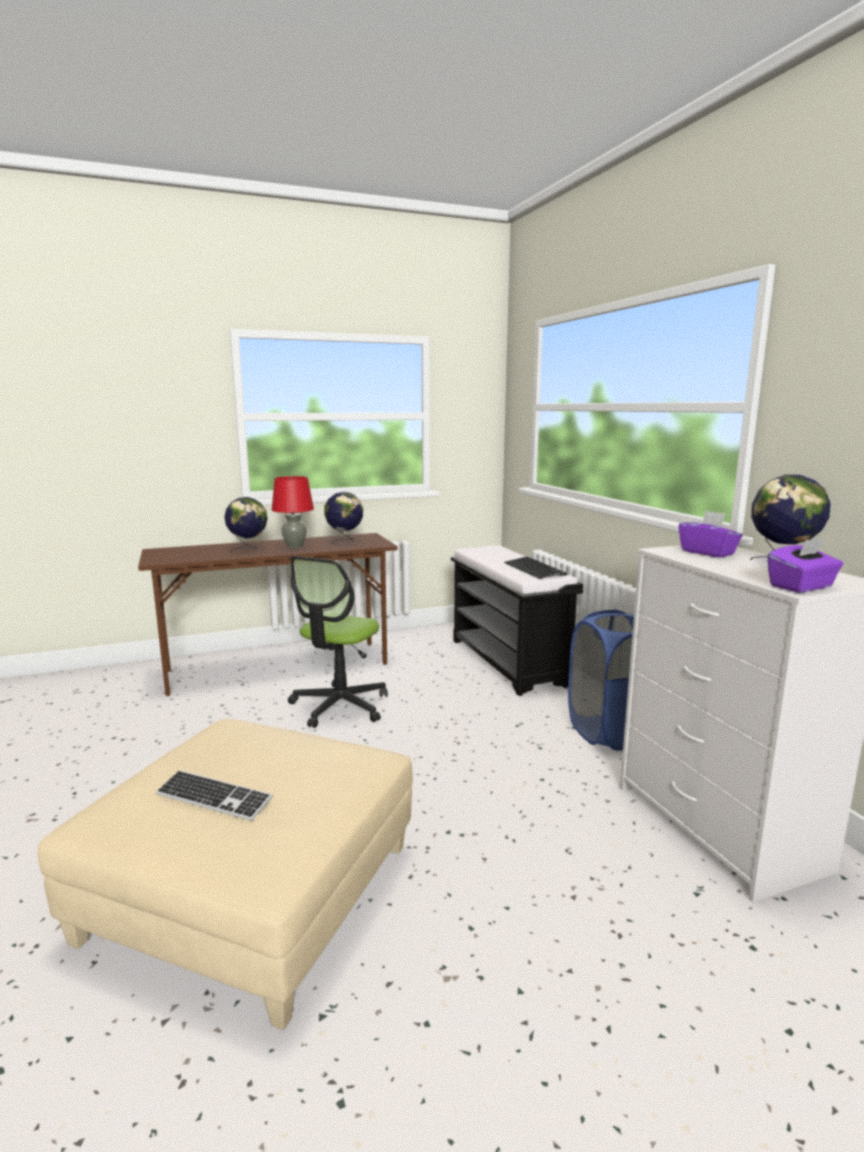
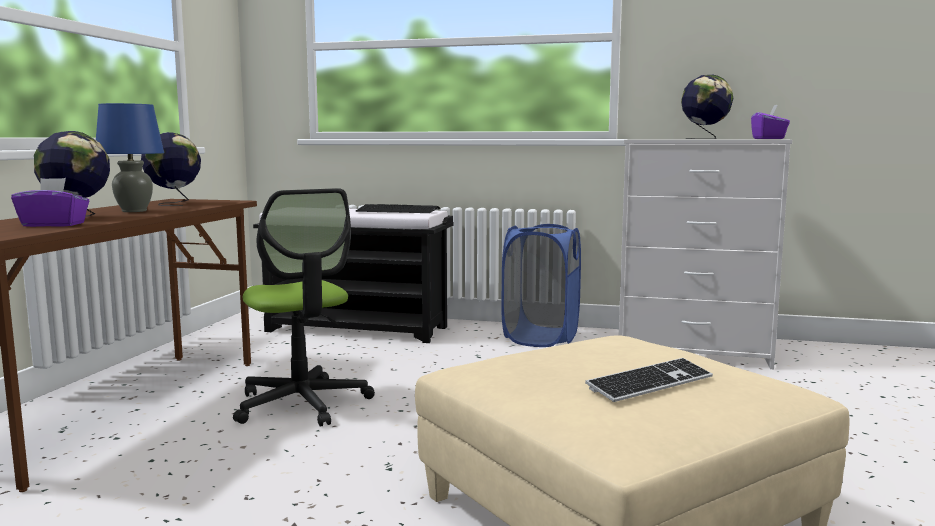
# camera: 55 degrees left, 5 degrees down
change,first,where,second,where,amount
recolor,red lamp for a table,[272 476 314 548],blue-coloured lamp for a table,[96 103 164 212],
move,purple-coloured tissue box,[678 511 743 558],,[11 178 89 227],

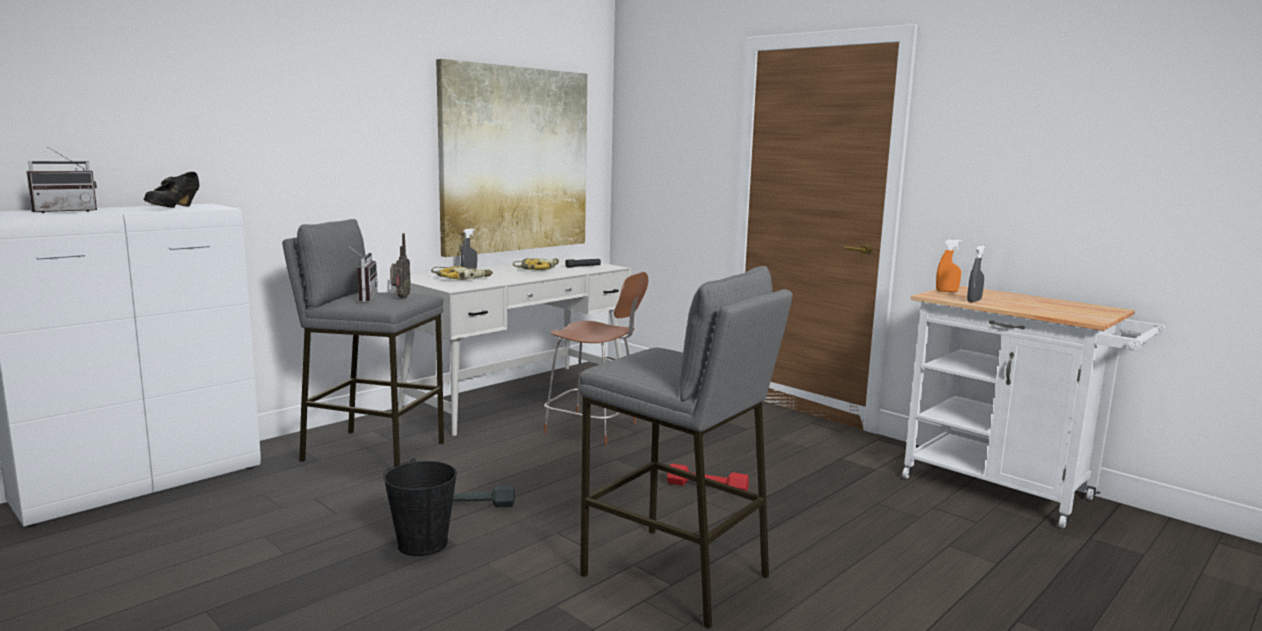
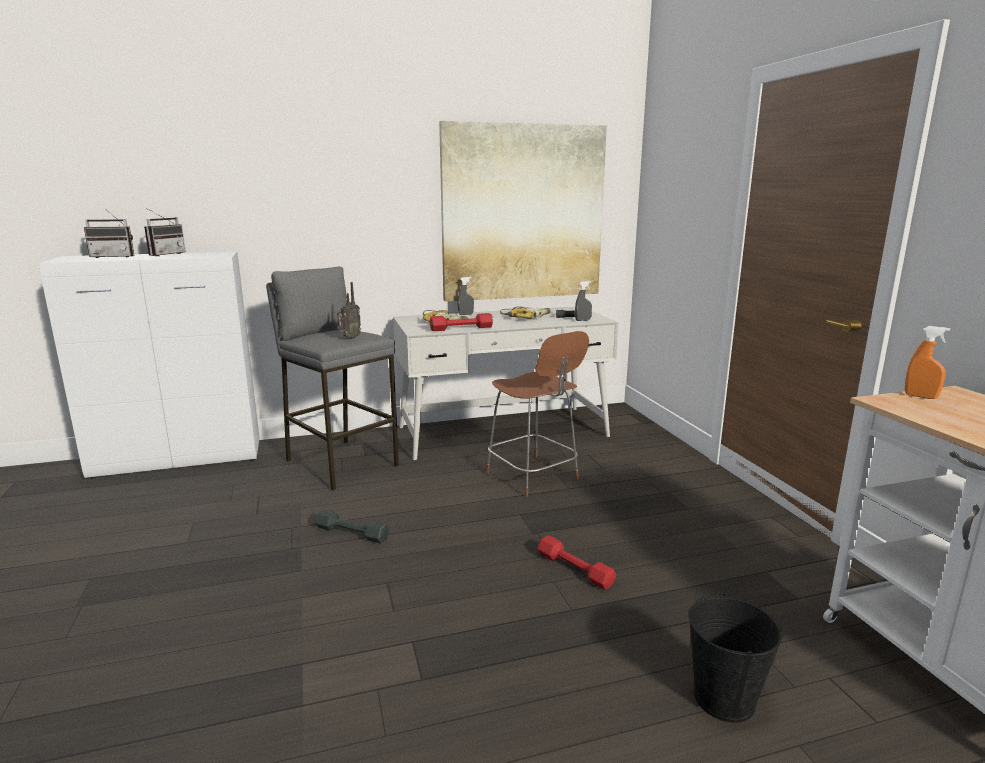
# camera: 30 degrees right, 5 degrees up
change,first,where,second,where,amount
delete,black-coloured low shoe,[144 172 199 208],,,
move,radio set,[346 245 378 301],,[144 208 186 256],
move,gray spray bottle,[967 245 986 302],,[575 281 592 321],
delete,gray stool seat,[579 266 793 629],,,
move,black-coloured water bucket,[383 458 457 556],,[688 593 782 723],
insert,,,red dumbbell,[430 313 493 331],

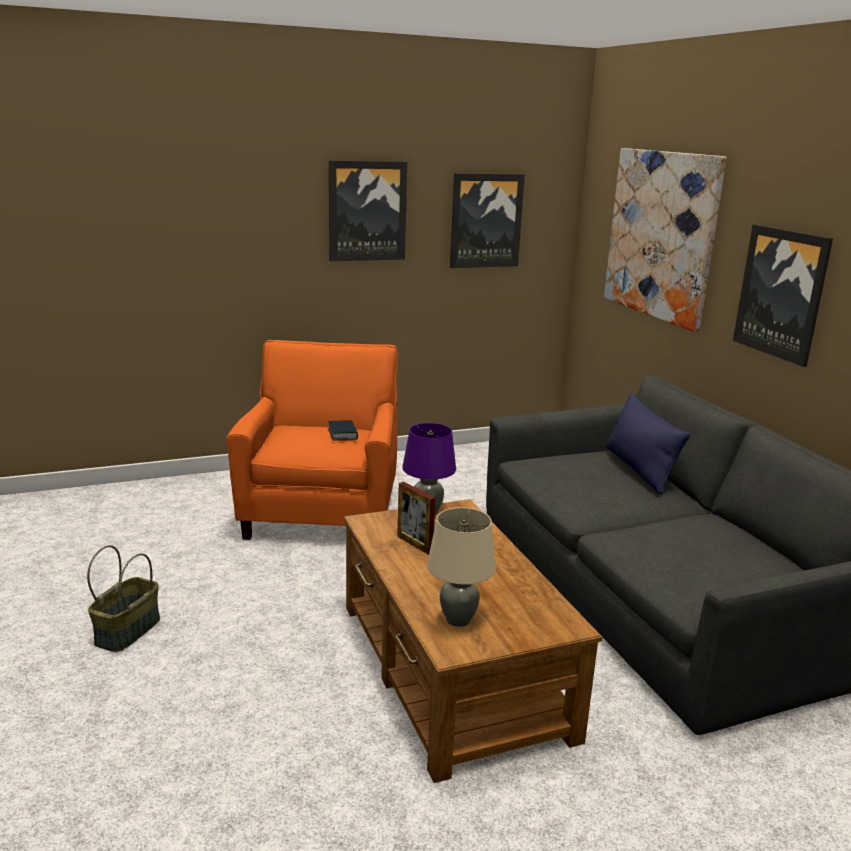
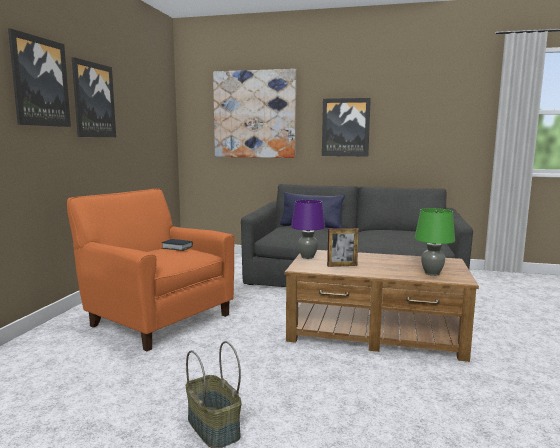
# camera: 55 degrees left, 10 degrees down
change,first,where,second,where,amount
move,picture,[450 173 525 268],,[8 28 71 127],
recolor,beige-coloured lamp for a table,[427 507 496 627],green-coloured lamp for a table,[414 208 455 276],

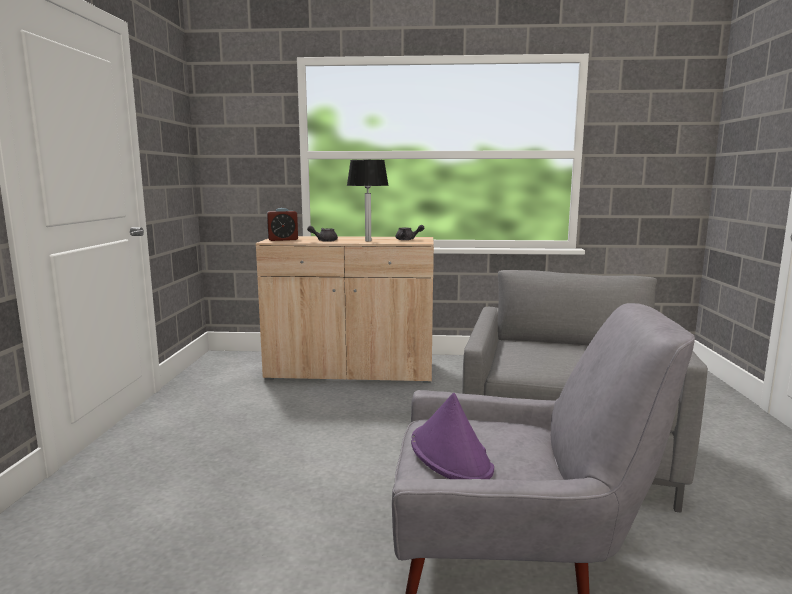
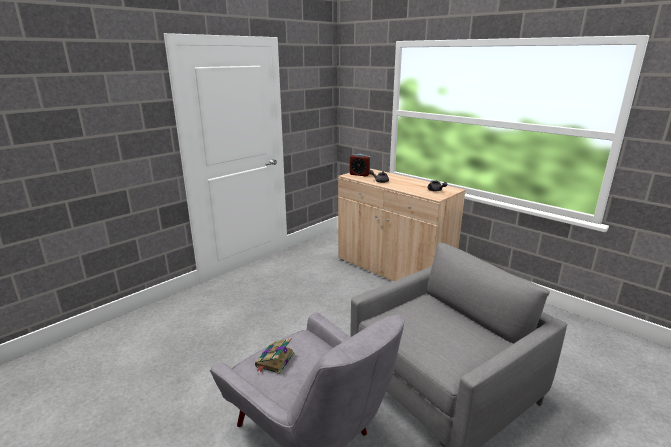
# camera: 40 degrees right, 10 degrees up
change,first,where,second,where,amount
delete,lamp for a table,[347 160 389 241],,,
replace,purple-coloured wearable hat,[411 393 494 479],bound book,[255 338 294 374],

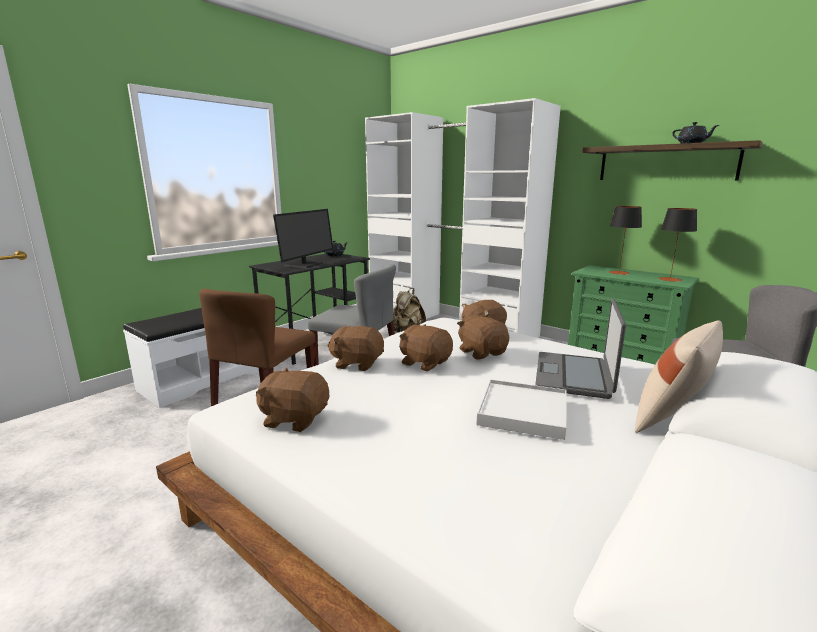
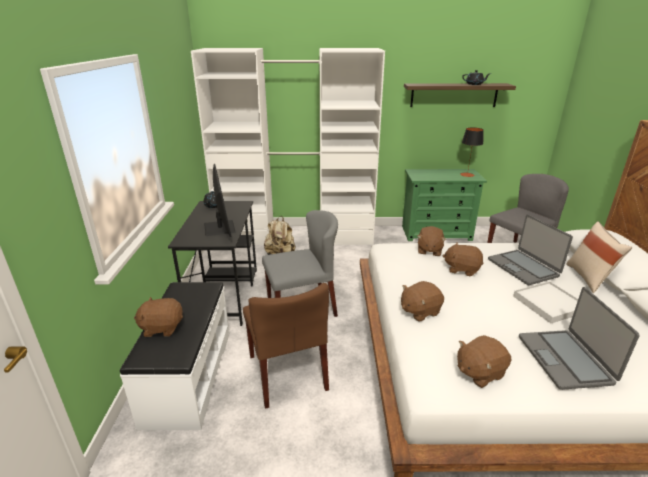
# camera: 40 degrees left, 10 degrees up
change,first,where,second,where,amount
delete,lamp for a table,[609 206 642 275],,,
move,brownish cuddly toy,[399 324 453 371],,[134 297 183 337],
insert,,,portable computer,[519 287 640 390],

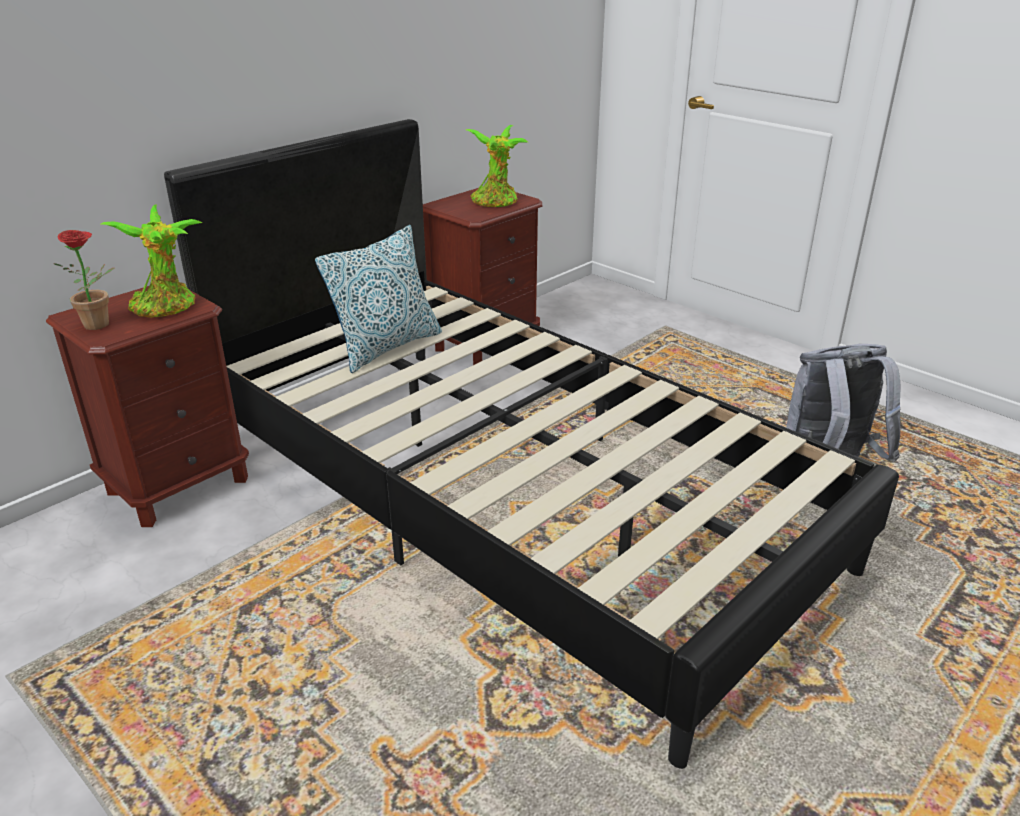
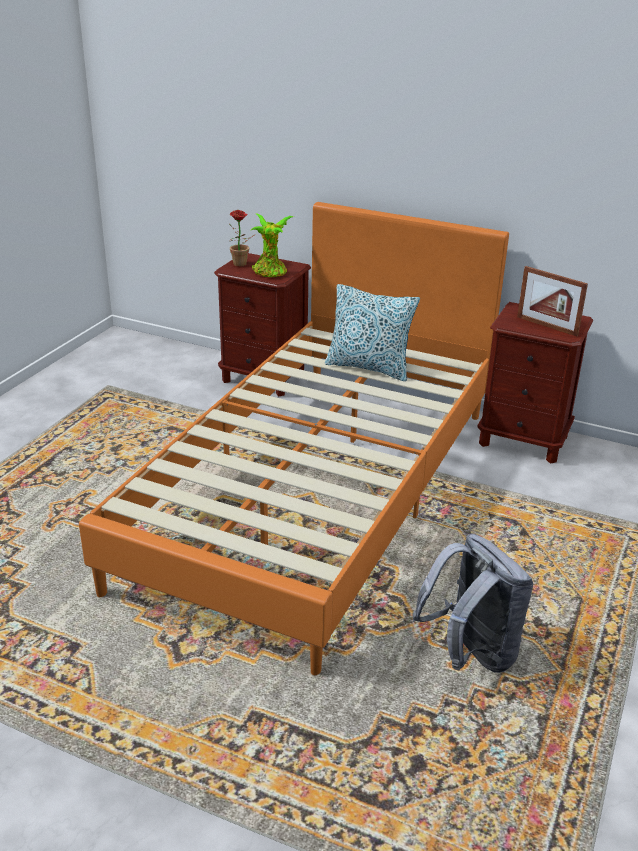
# camera: 70 degrees right, 0 degrees up
change,first,where,second,where,amount
recolor,black-coloured bed,[164 119 899 769],orangey bed,[79 202 509 675],
replace,houseplant,[466 125 528 207],photo frame,[517 266 588 336],

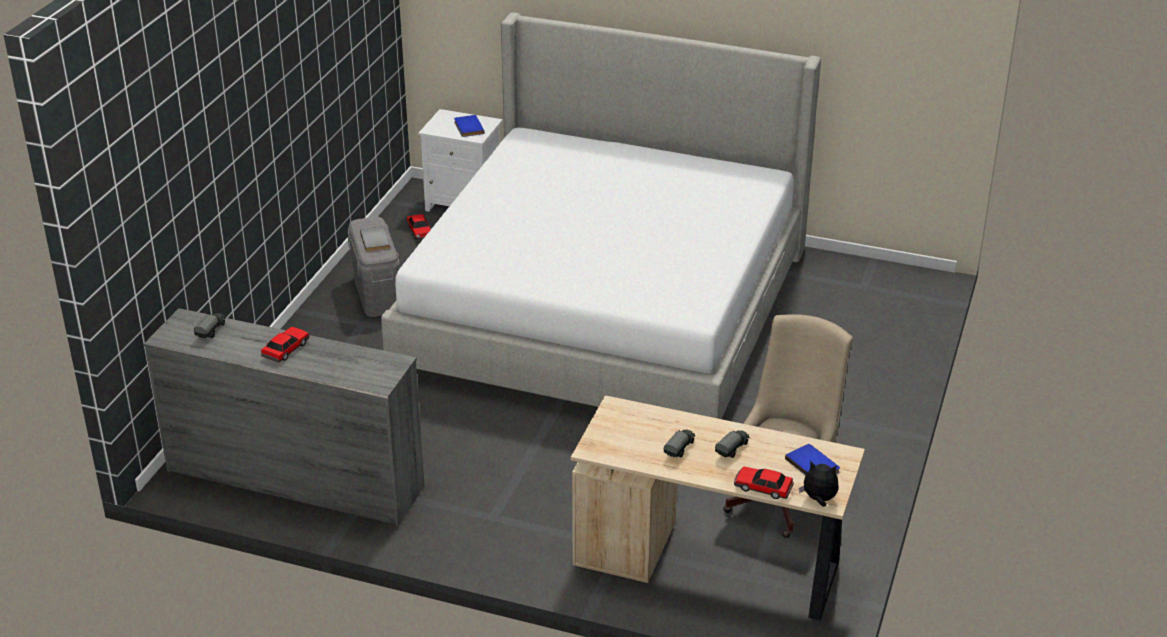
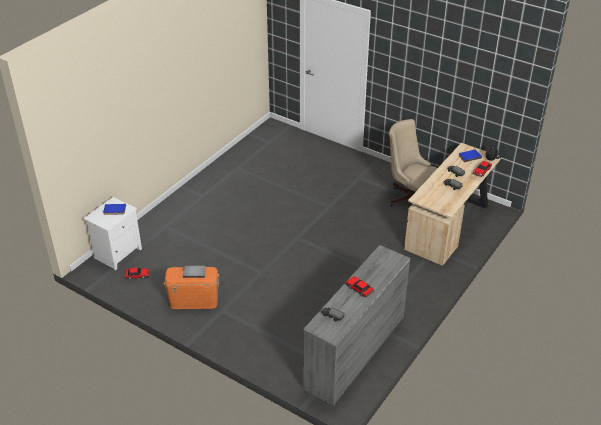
# camera: 75 degrees left, 5 degrees up
change,first,where,second,where,amount
delete,bed,[381 12 821 419],,,
recolor,gray storage box,[348 217 400 317],orangey storage box,[164 267 219 309],

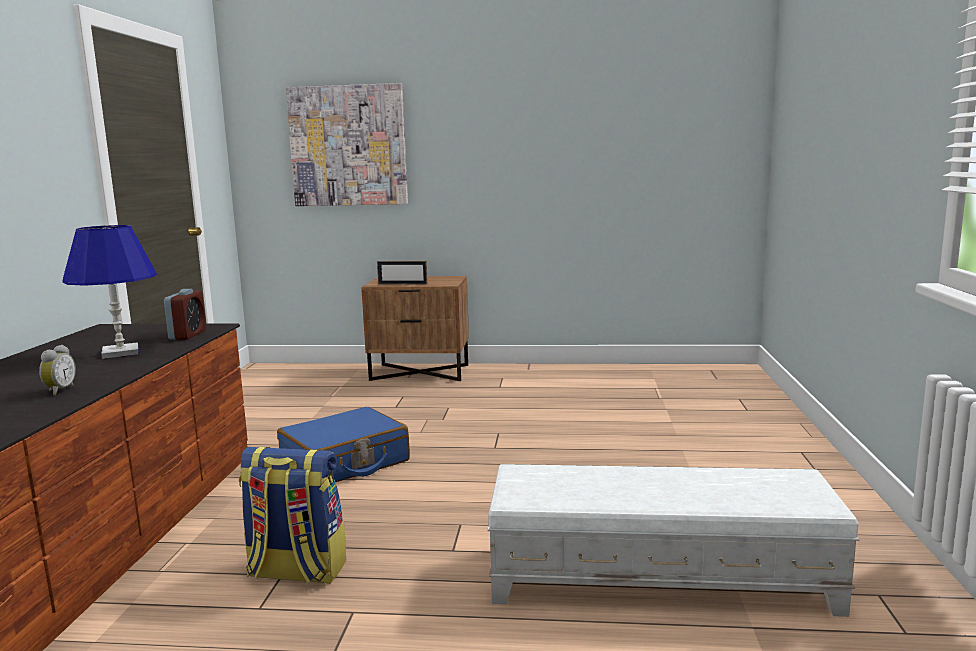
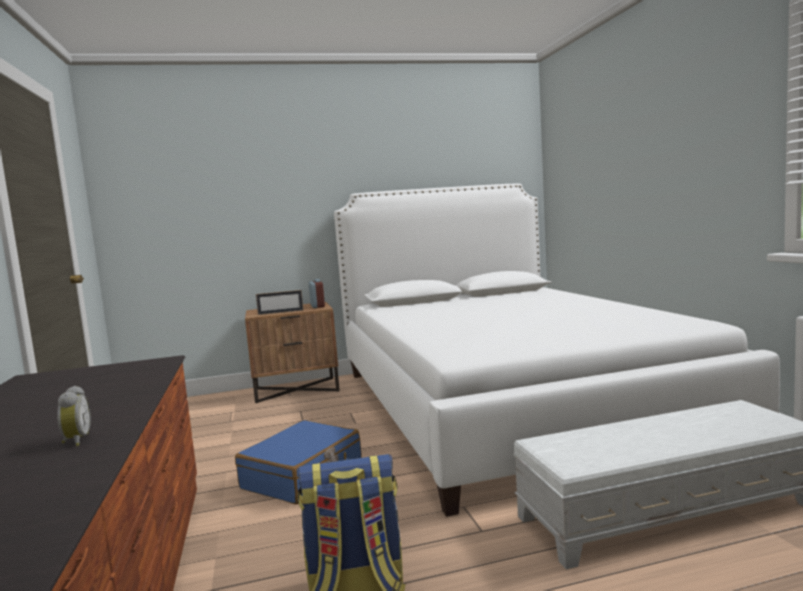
# camera: 20 degrees left, 5 degrees down
change,first,where,second,where,amount
delete,picture,[286 83 408 206],,,
delete,blue-coloured lamp for a table,[62 225 157 359],,,
move,alarm clock,[164 289 206 340],,[309 279 325 308],
insert,,,white bed,[334 183 780 517],

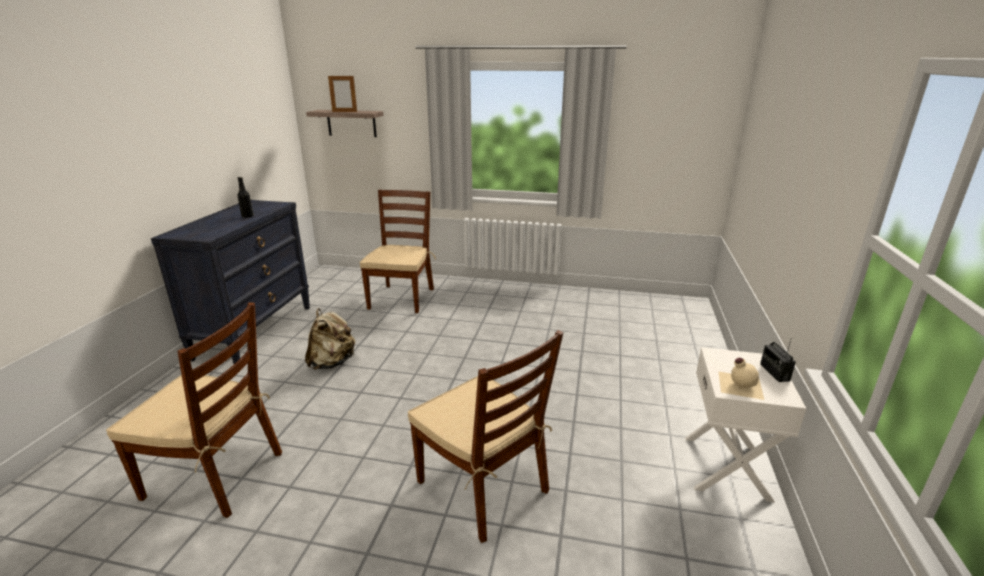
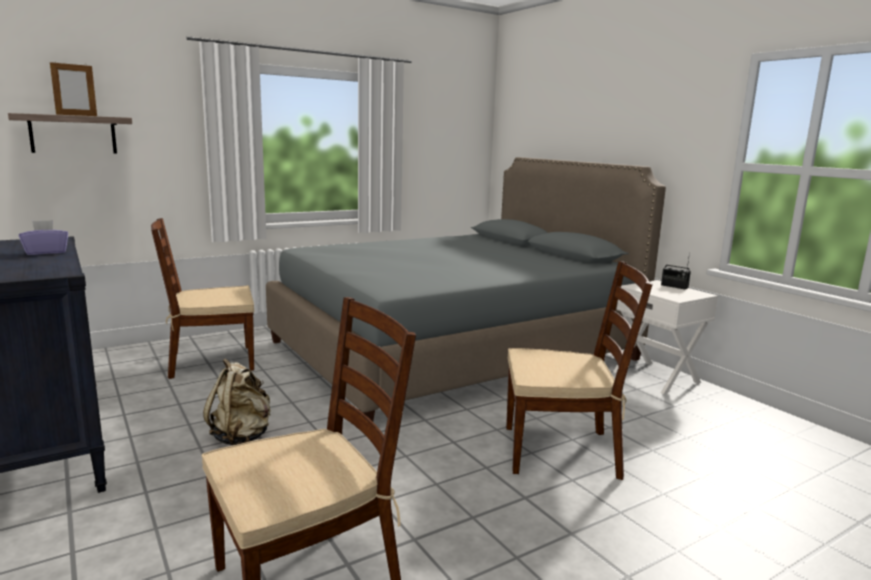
# camera: 45 degrees left, 10 degrees down
change,first,where,second,where,amount
replace,black-coloured bottle,[237 177 253 218],purple-coloured tissue box,[19 220 68 255],
rotate,brownish chair,[360 190 436 313],,[151 218 254 379],75 degrees counterclockwise
delete,beige-coloured bottle,[718 358 764 400],,,
insert,,,gray bed,[266 157 666 421],

